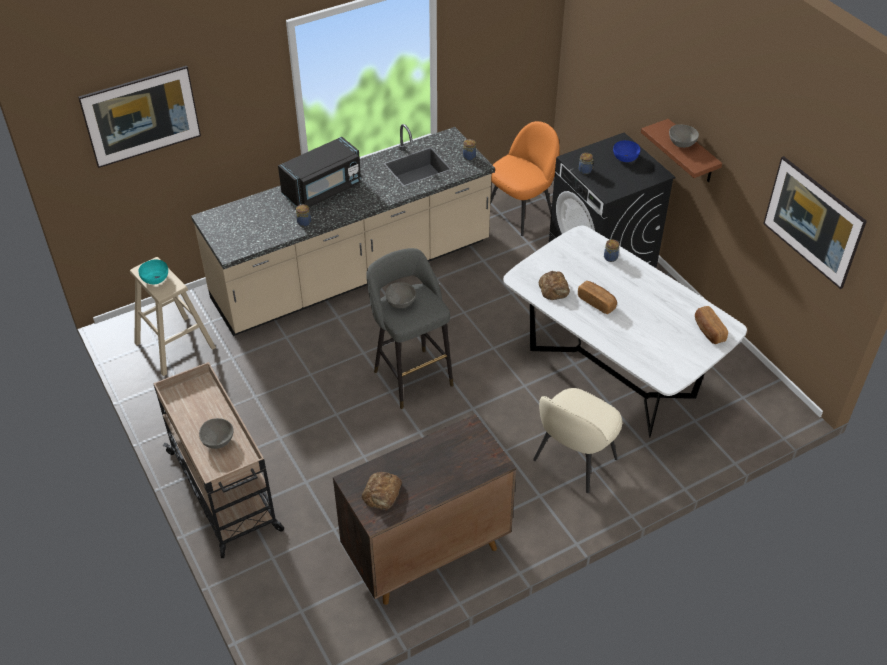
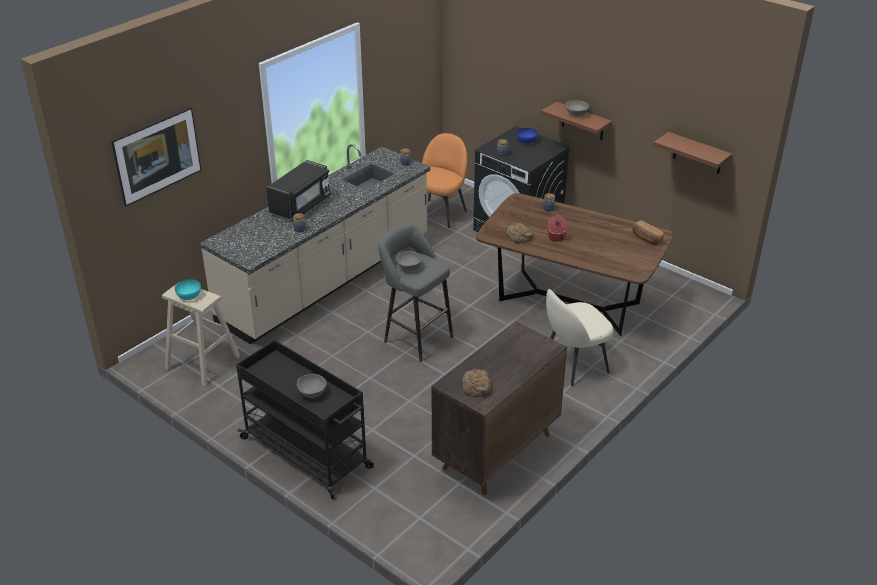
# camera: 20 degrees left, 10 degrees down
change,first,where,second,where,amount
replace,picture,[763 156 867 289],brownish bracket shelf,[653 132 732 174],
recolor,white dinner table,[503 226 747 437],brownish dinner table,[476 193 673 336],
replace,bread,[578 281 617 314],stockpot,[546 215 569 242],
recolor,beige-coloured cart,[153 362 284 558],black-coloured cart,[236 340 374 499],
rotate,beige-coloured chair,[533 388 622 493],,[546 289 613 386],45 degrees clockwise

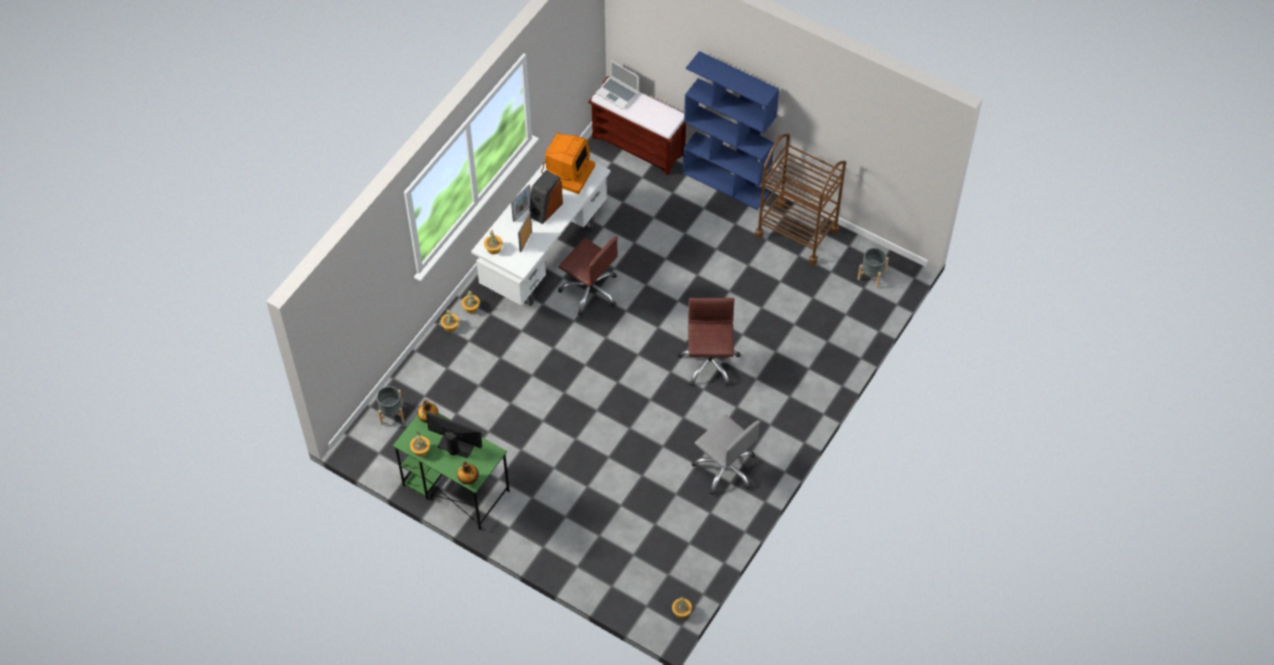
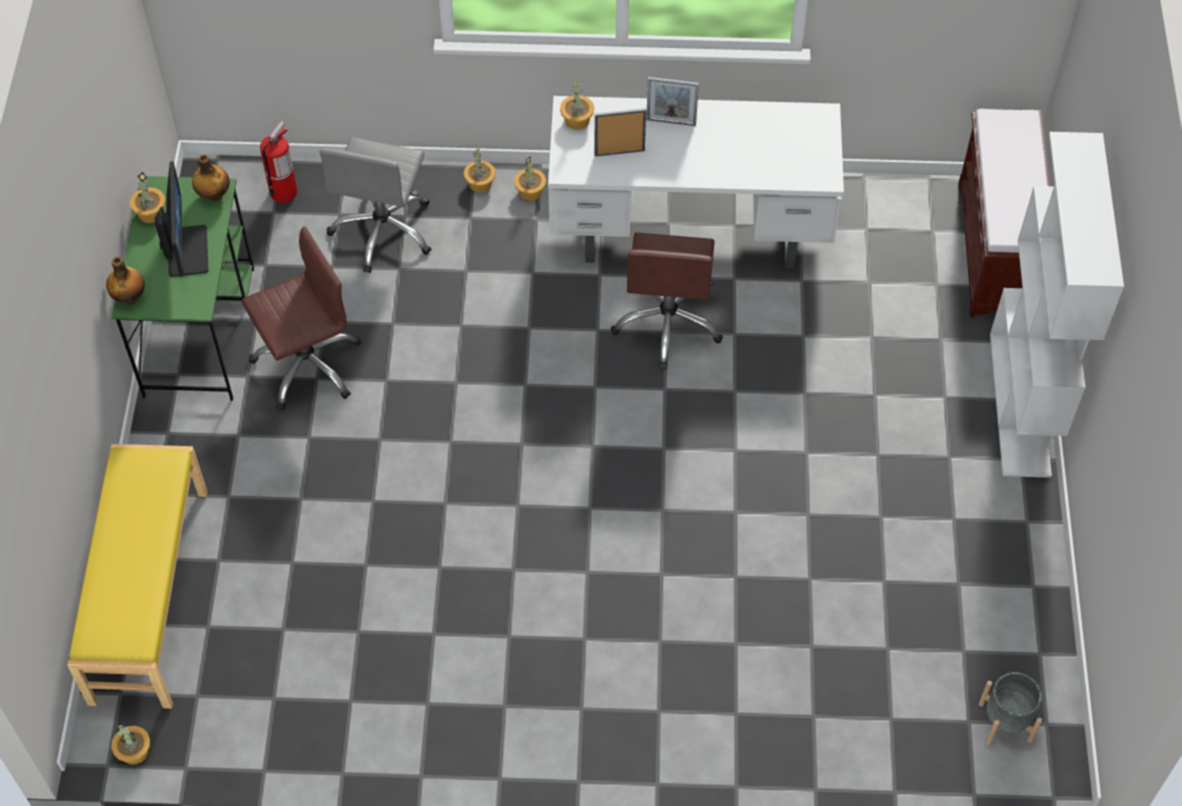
# camera: 60 degrees right, 0 degrees up
change,first,where,second,where,amount
recolor,blue-coloured shelving unit,[682 51 779 210],white shelving unit,[990 132 1124 478],
delete,portable computer,[595 60 638 109],,,
delete,computer display,[541 133 595 194],,,
delete,brownish cart,[755 134 846 265],,,
delete,loudspeaker,[529 170 563 224],,,
move,brownish office chair,[678 298 740 386],,[242 226 361 410],
replace,gray flower pot,[377 386 404 425],fire extinguisher,[260 121 297 203],
move,gray office chair,[692 414 760 495],,[319 137 432 273],
insert,,,yellow long seat,[67 444 208 709],

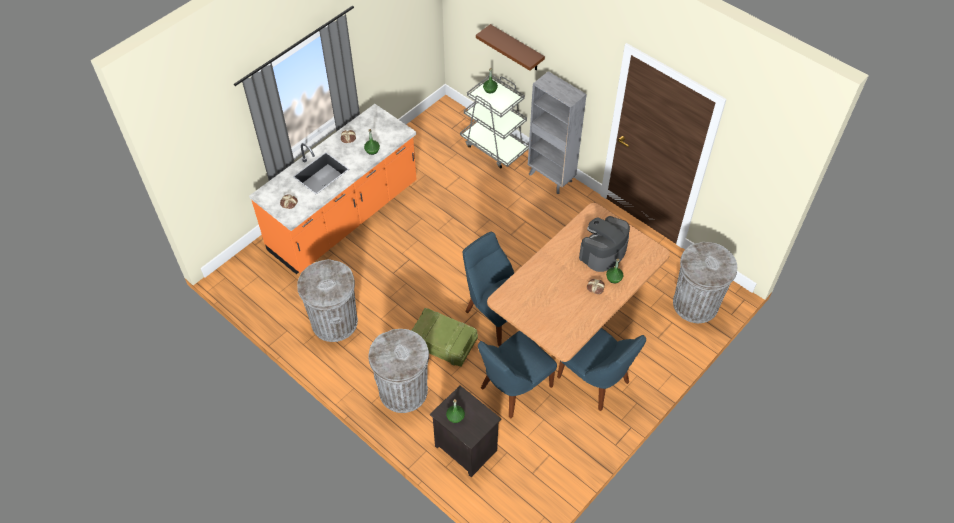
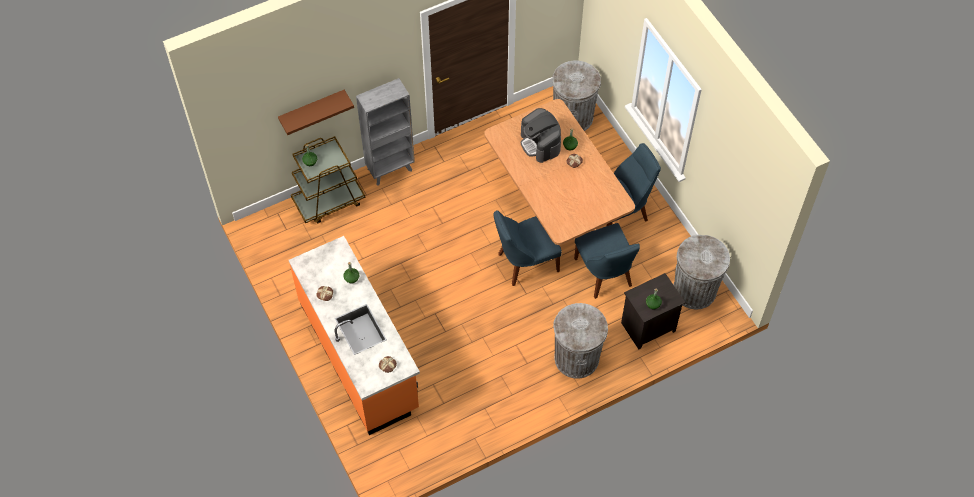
# camera: 70 degrees left, 5 degrees up
change,first,where,second,where,amount
recolor,gray cart,[460 75 529 168],brownish cart,[291 136 366 223],
move,gray waste bin,[297 259 358 342],,[674 235 730 309],
delete,crate,[411 308 478 367],,,

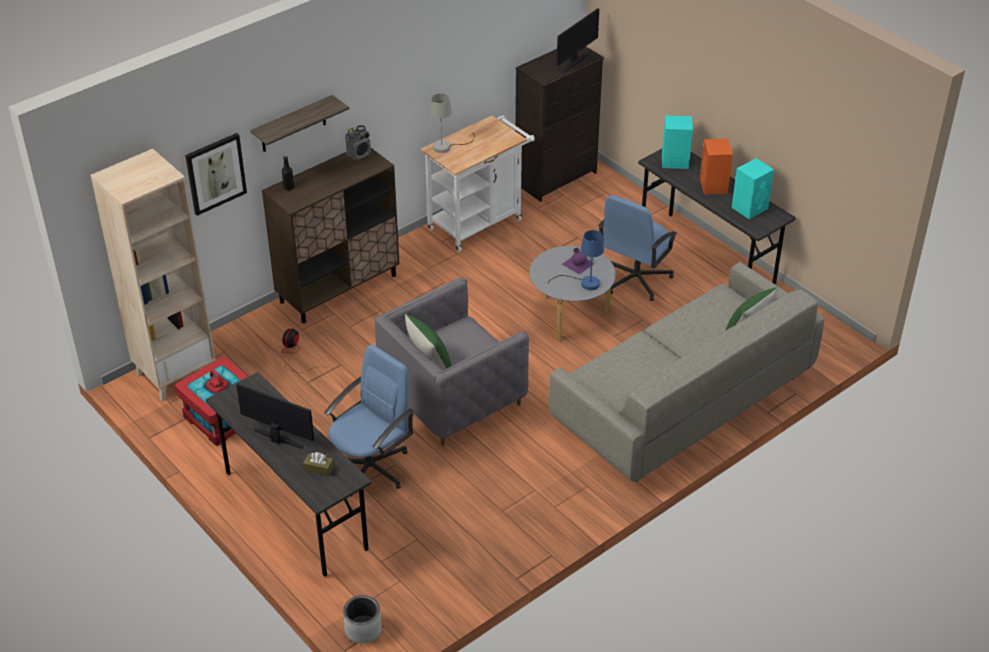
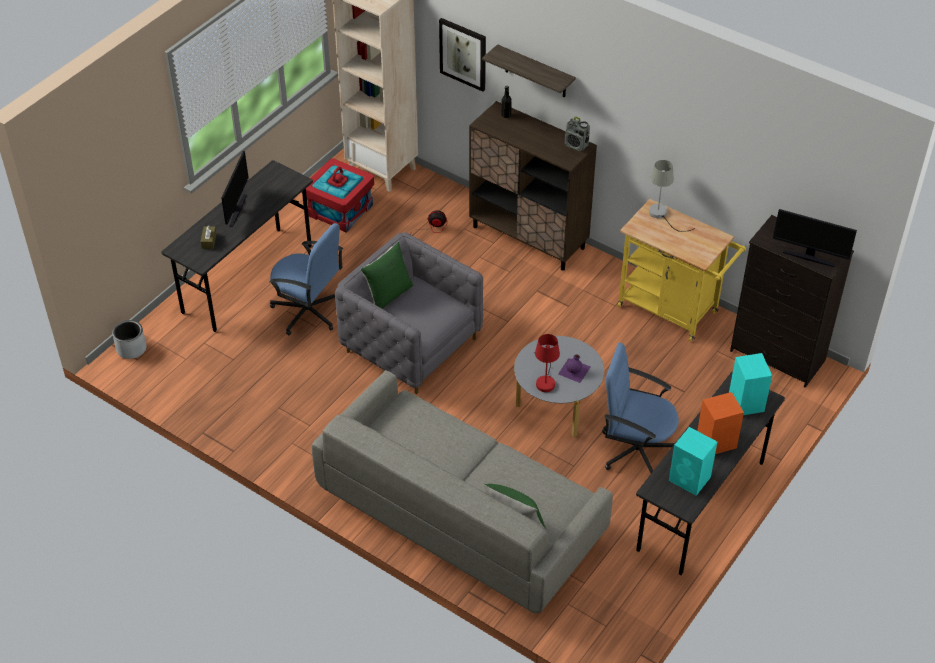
# camera: 75 degrees right, 5 degrees up
change,first,where,second,where,amount
recolor,white cart,[421 115 535 252],yellow cart,[618 199 746 342],
recolor,blue-coloured lamp for a table,[548 230 604 290],red lamp for a table,[535 334 560 392],

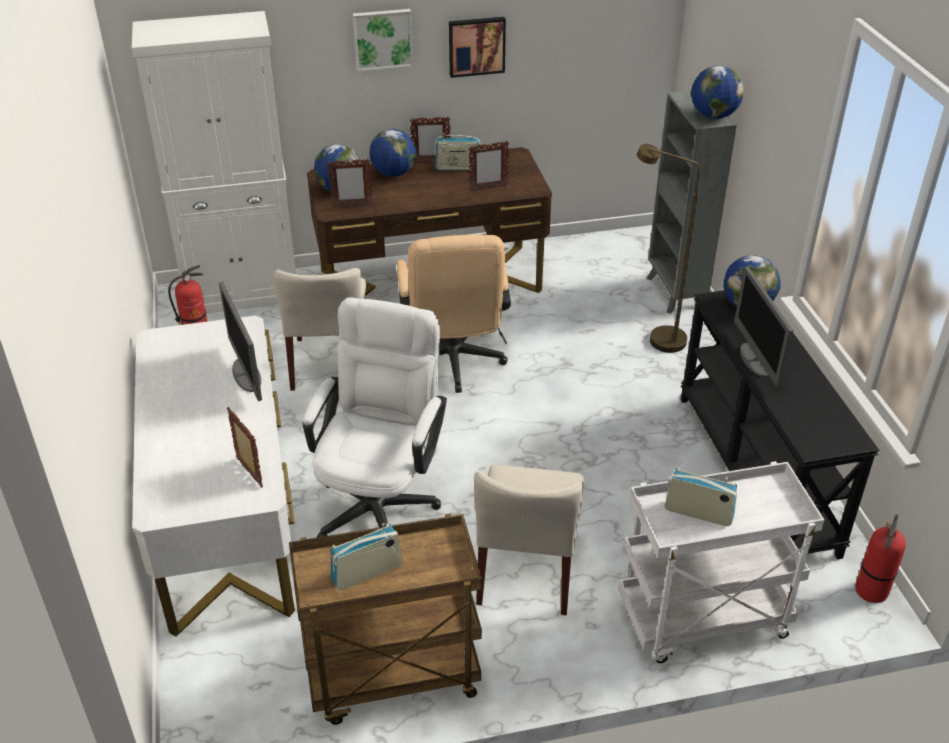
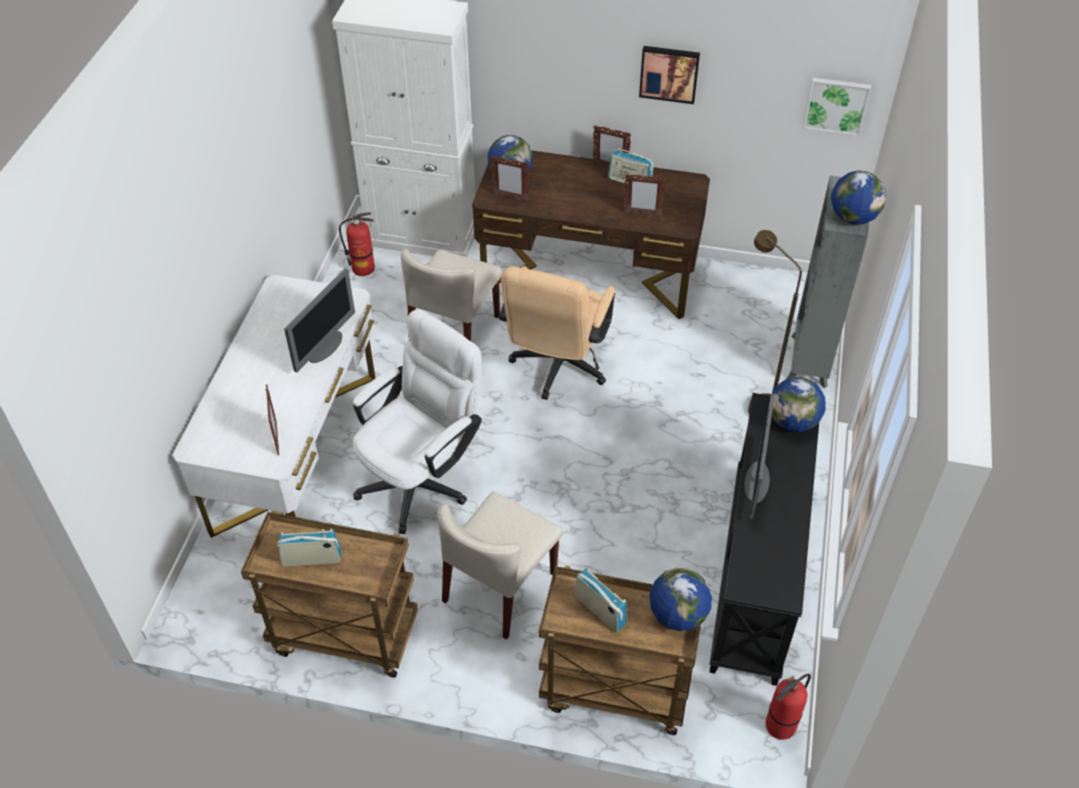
# camera: 25 degrees right, 10 degrees up
change,first,where,second,where,amount
move,picture,[353 9 413 72],,[803 78 871 136],
move,desk globe,[370 129 416 177],,[649 568 712 631],
rotate,computer display,[219 282 262 401],,[284 269 355 372],150 degrees counterclockwise
recolor,white cart,[618 461 825 663],brownish cart,[539 565 701 735],

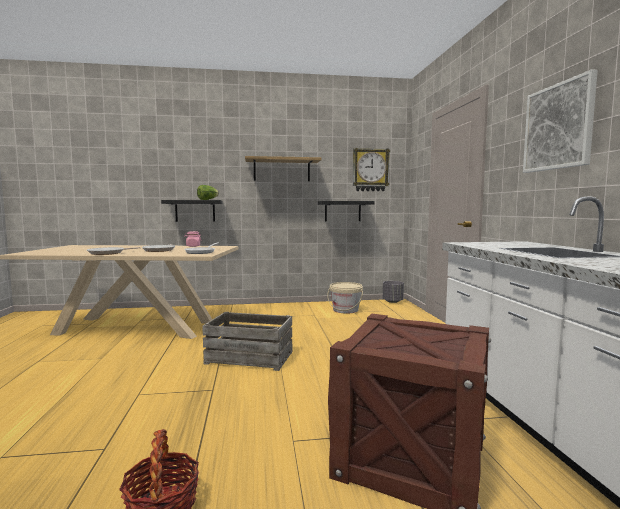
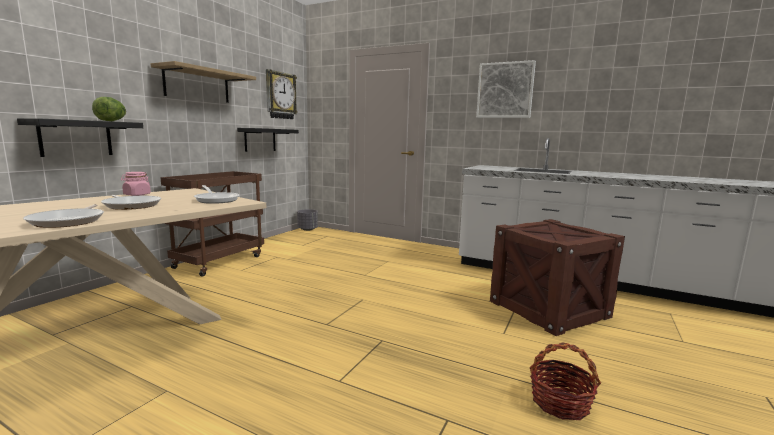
# camera: 55 degrees left, 5 degrees up
change,first,where,second,where,amount
delete,beige-coloured water bucket,[327 282 363 314],,,
delete,crate,[202 312 293 371],,,
insert,,,brownish cart,[160 171 264 277],

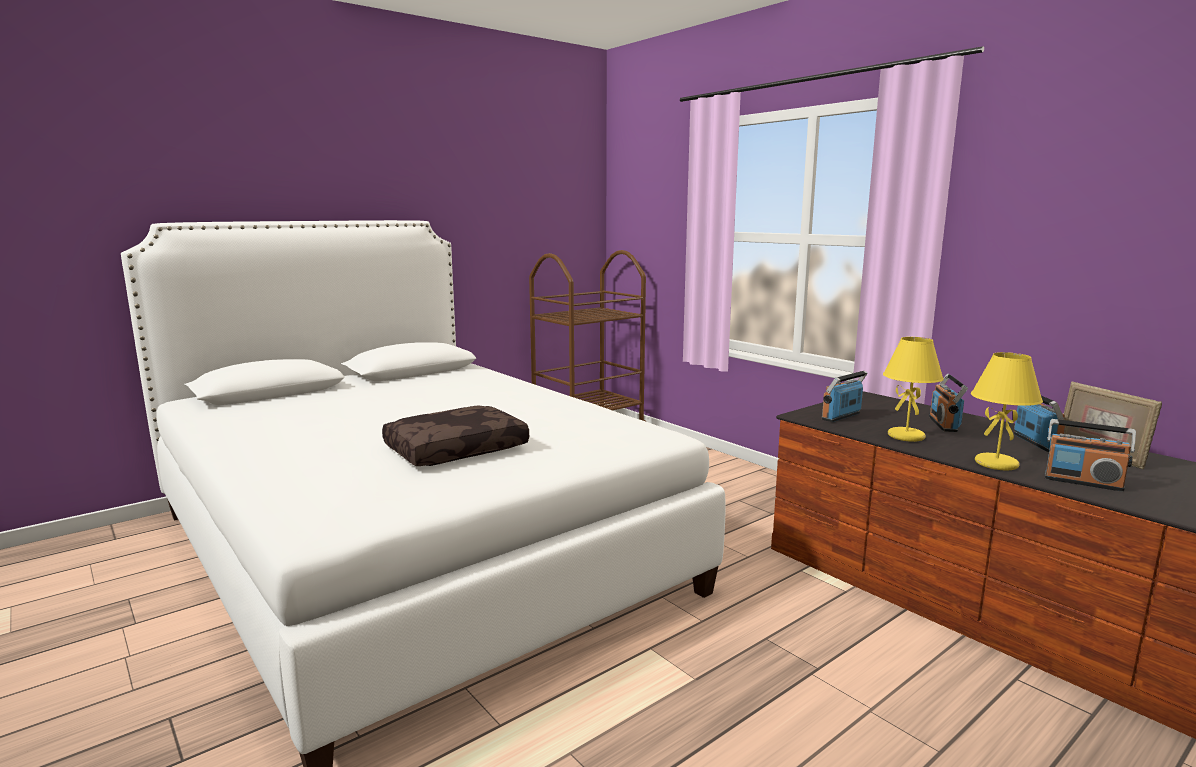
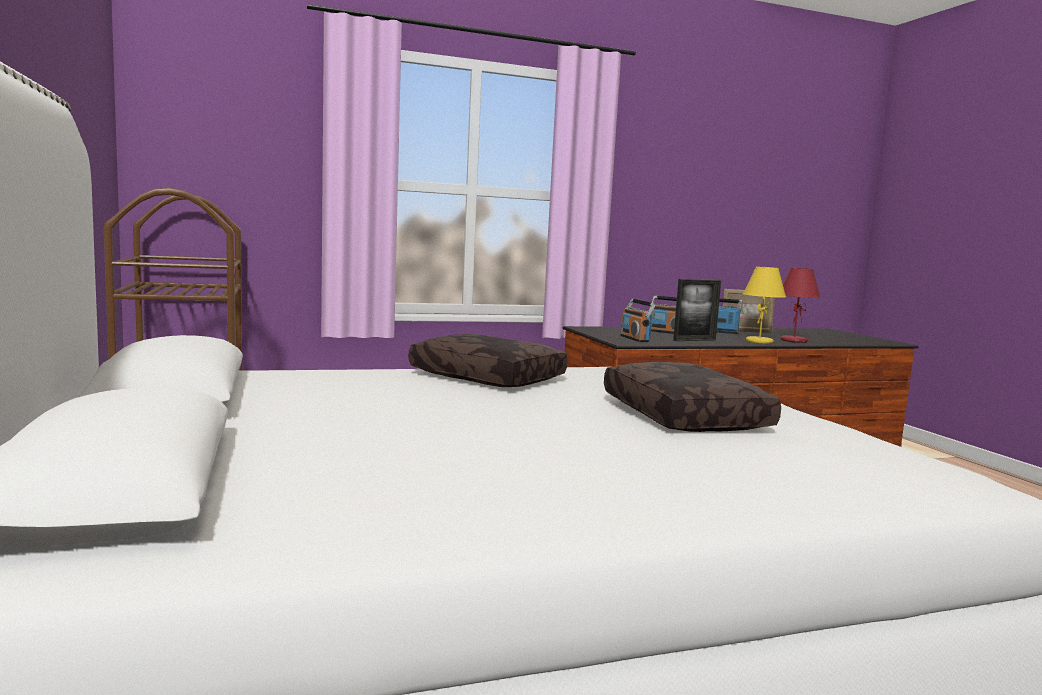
# camera: 70 degrees left, 5 degrees down
change,first,where,second,where,amount
replace,yellow lamp for a table,[883 337 944 442],photo frame,[673 279 721 341],
replace,radio set,[1045 419 1136 492],red lamp for a table,[781 268 820 343],
insert,,,brownish throw pillow,[409 334 568 387],

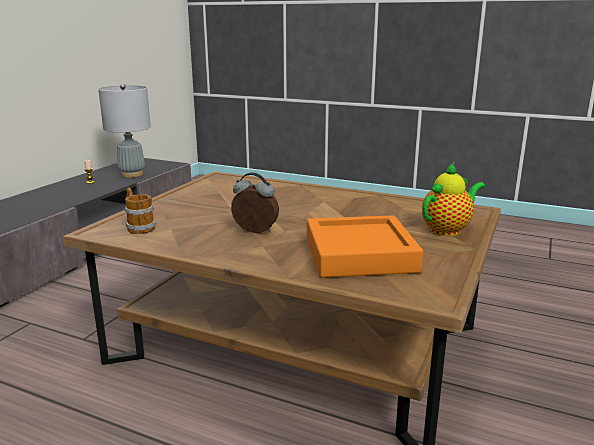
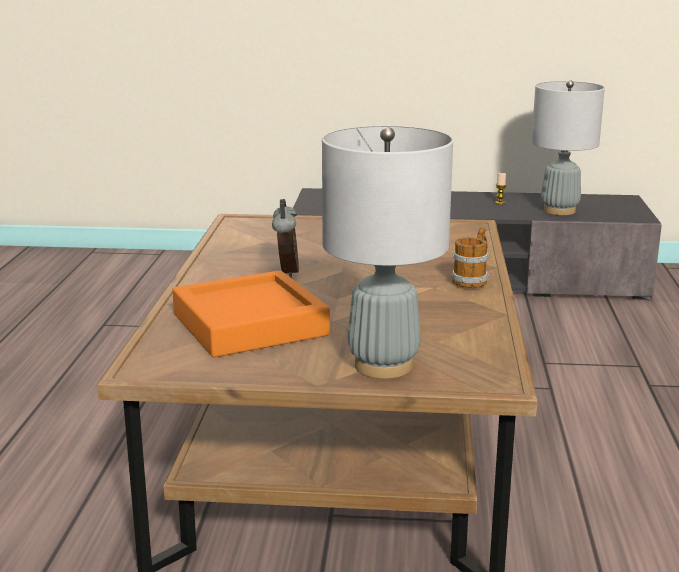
# camera: 70 degrees right, 0 degrees up
change,first,where,second,where,amount
replace,tea pot,[422 162 485 236],gray lamp for a table,[322 126 453 379],
move,coffee mug,[124 187 156 234],,[451 228 489 288],

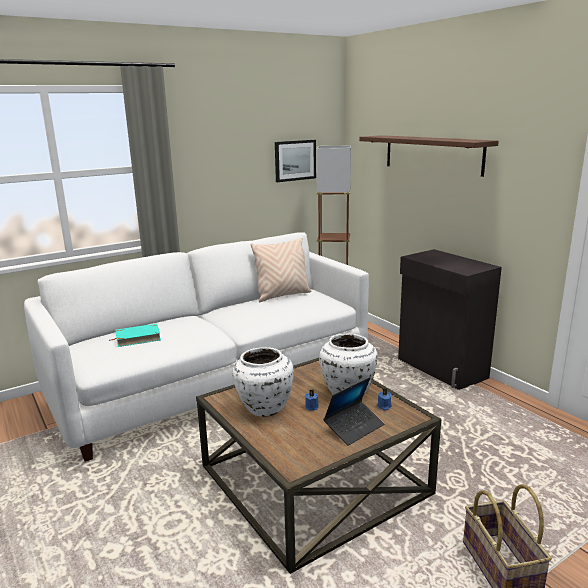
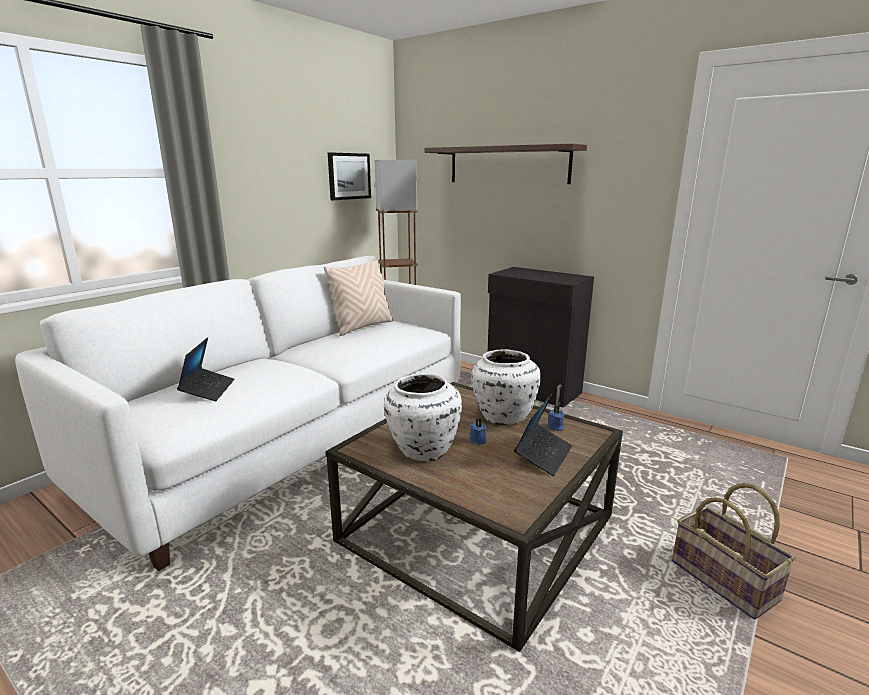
# camera: 20 degrees left, 0 degrees up
change,first,where,second,where,amount
replace,turquoise-coloured bound book,[109 324 161 347],portable computer,[177 337 234 401],

